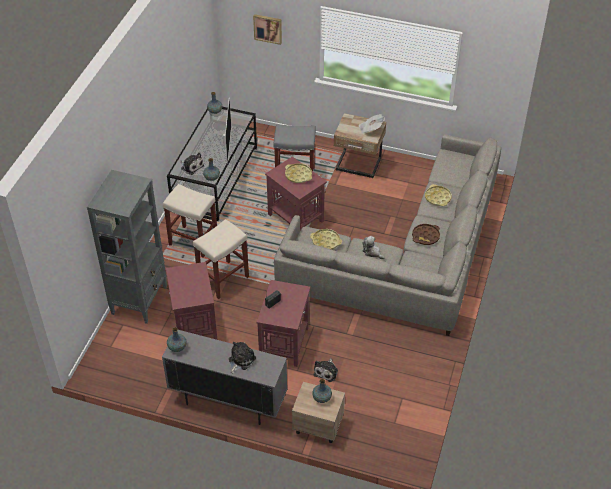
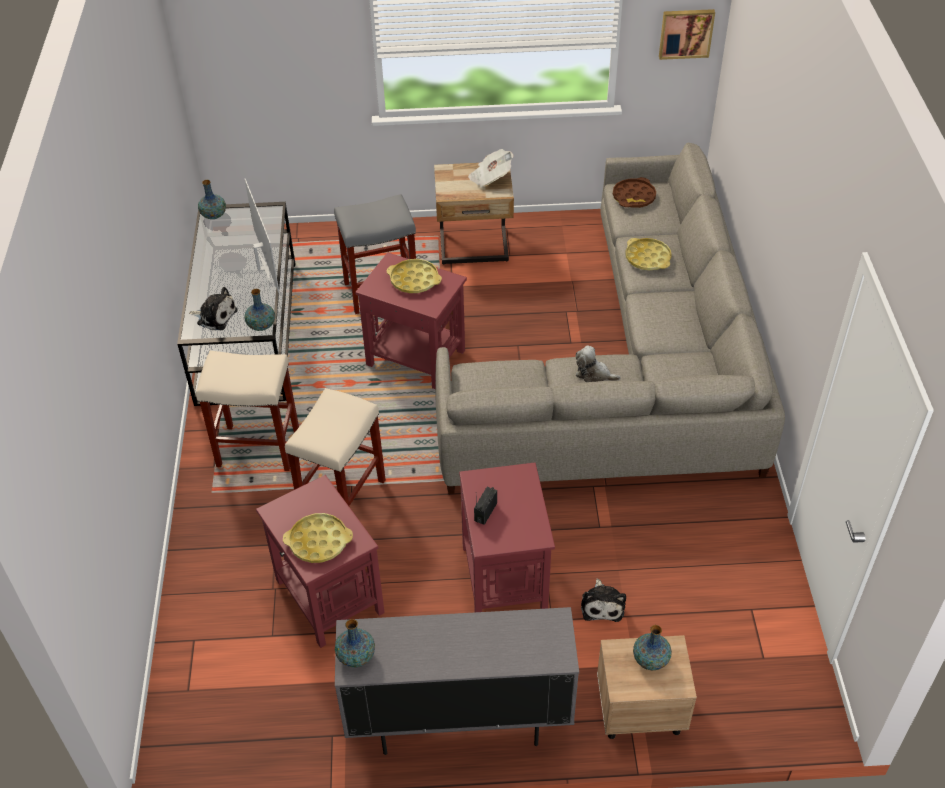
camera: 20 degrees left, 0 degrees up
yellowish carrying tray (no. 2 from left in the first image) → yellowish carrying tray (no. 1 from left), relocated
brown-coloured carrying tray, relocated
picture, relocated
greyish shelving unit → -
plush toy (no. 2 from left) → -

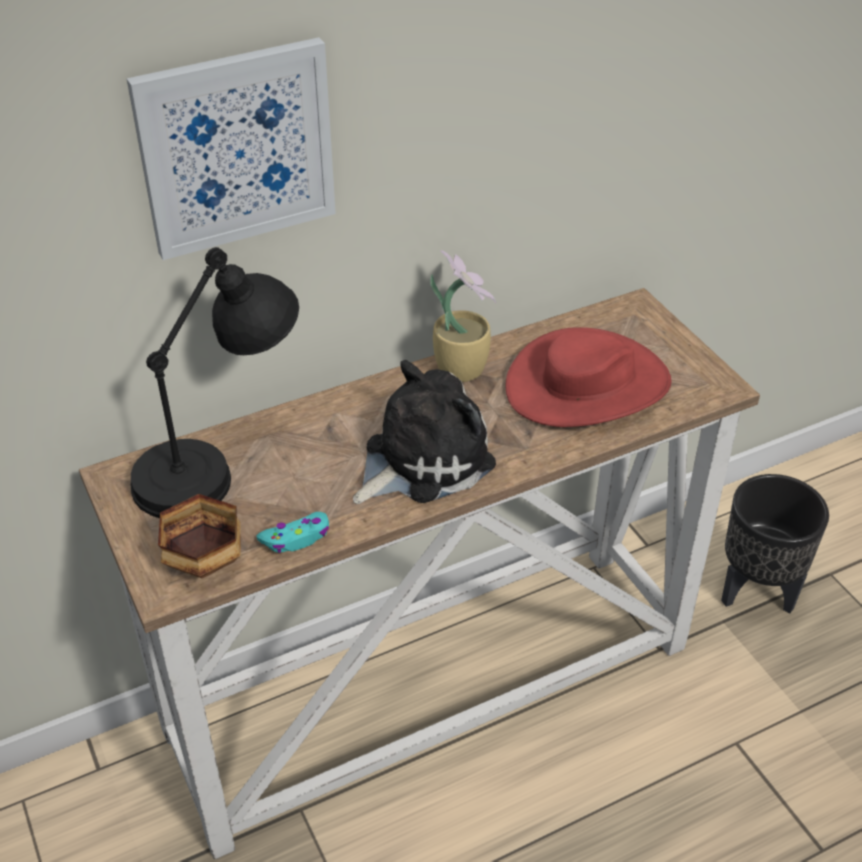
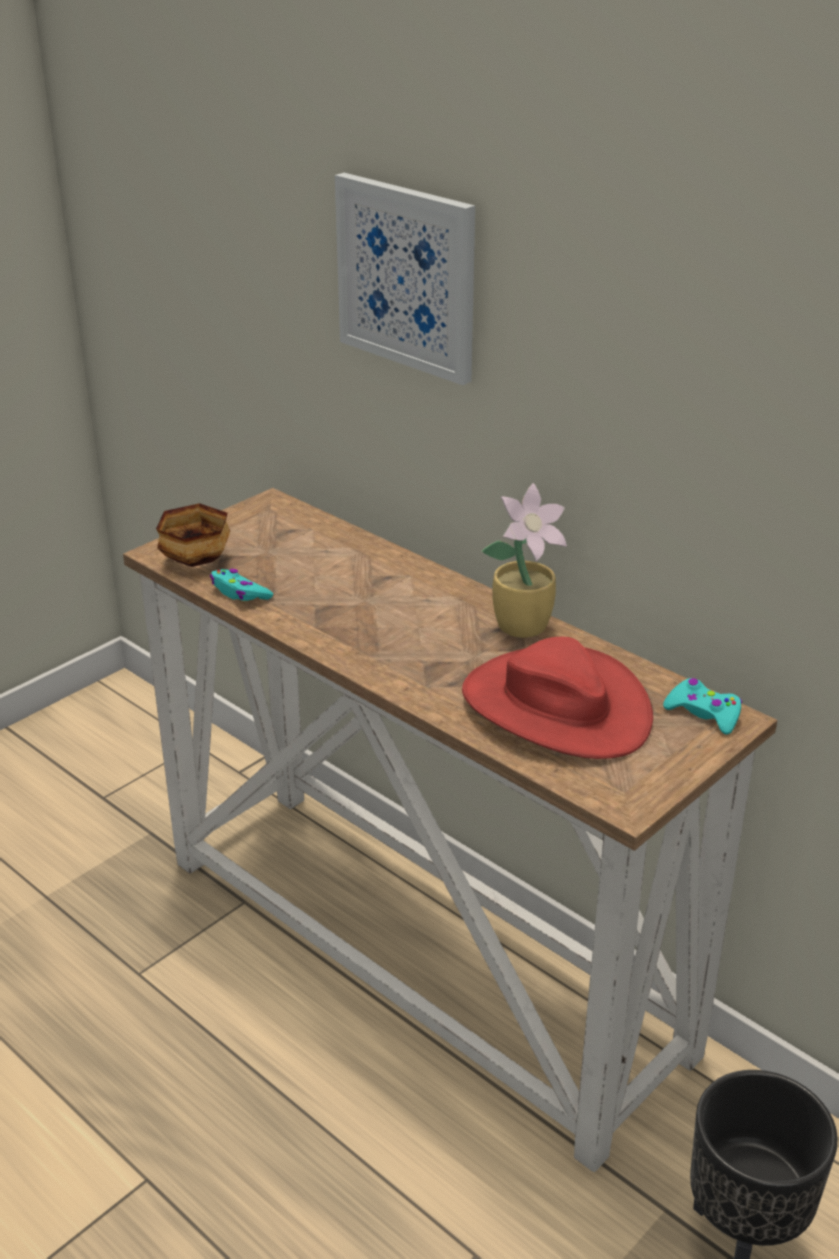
camera: 70 degrees right, 10 degrees down
- → turquoise-coloured gamepad (no. 2 from left)
black table lamp → -
plush toy → -

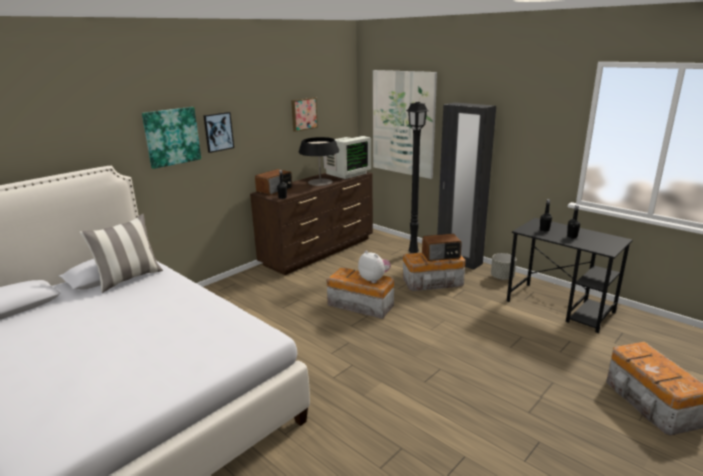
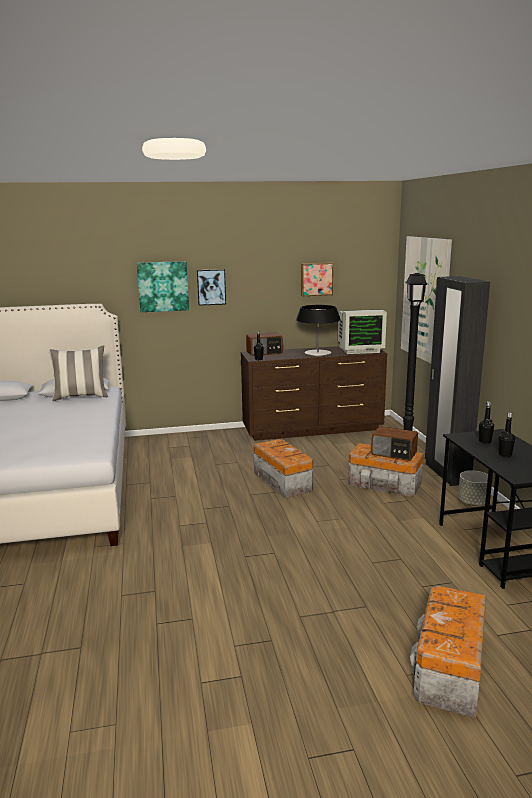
camera: 35 degrees right, 5 degrees down
plush toy → -

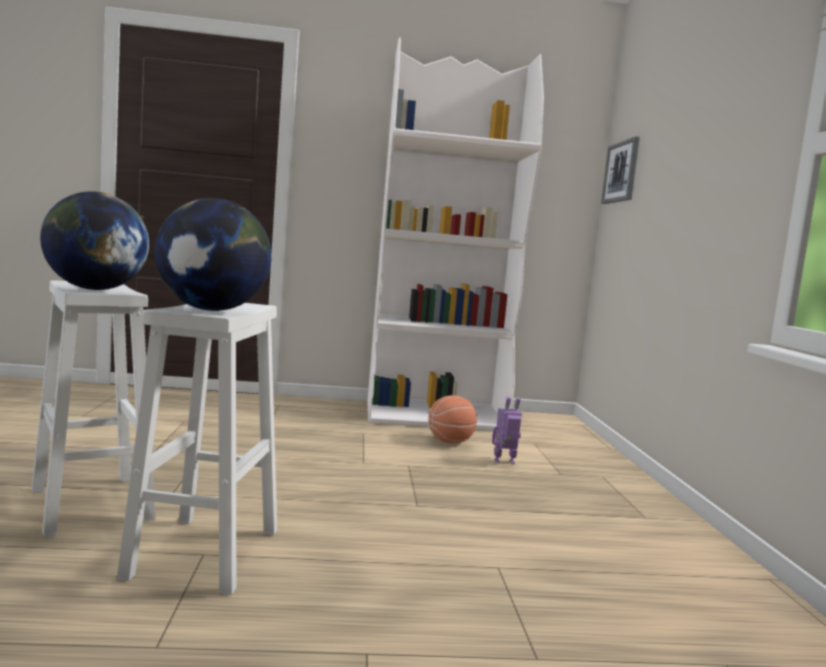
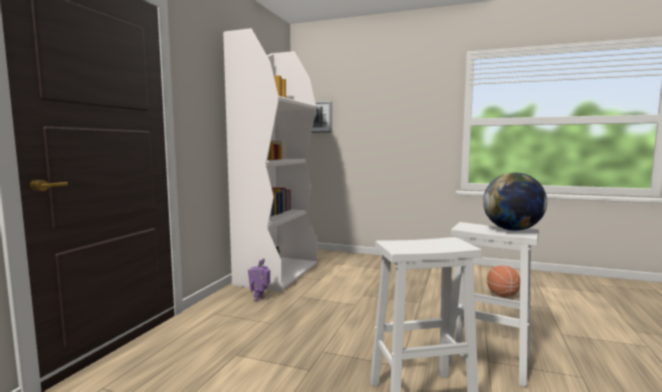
camera: 65 degrees left, 0 degrees up
robot figure, relocated
ball for basketball, relocated
globe (no. 1 from left) → -

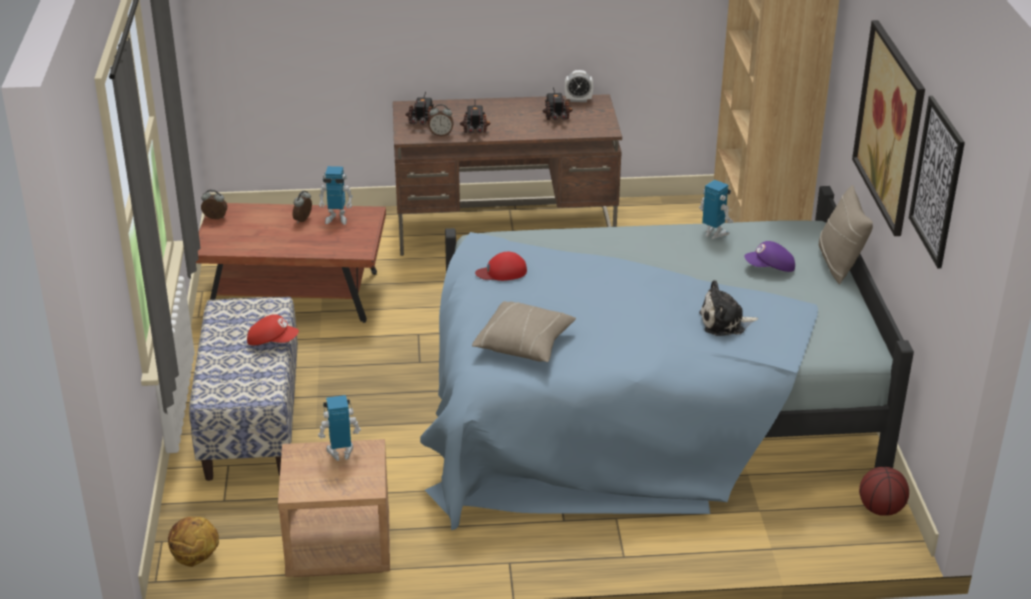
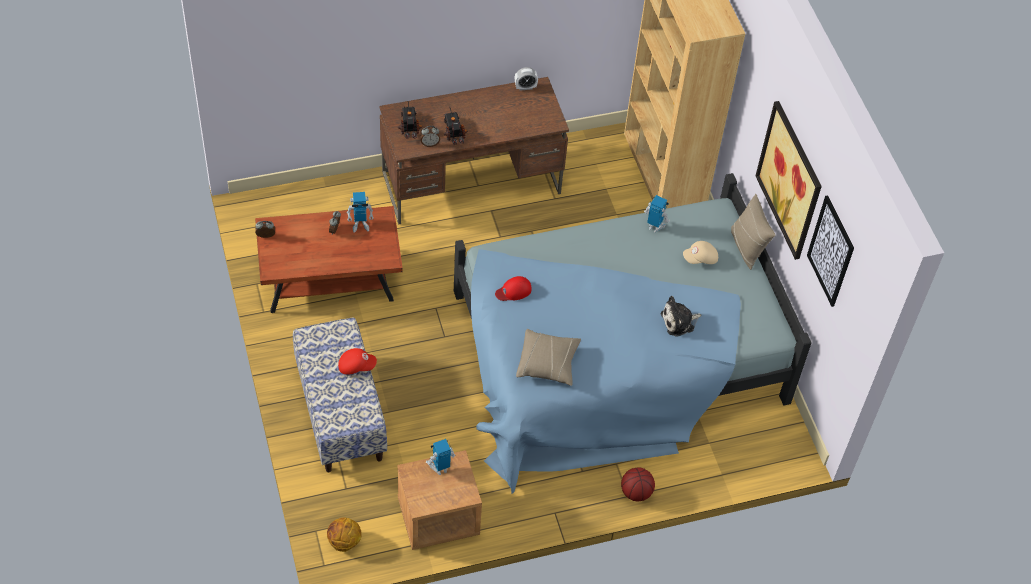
camera: 15 degrees left, 20 degrees up
ball for basketball (no. 2 from left), relocated
purple cap → beige cap
model truck (no. 3 from left) → -

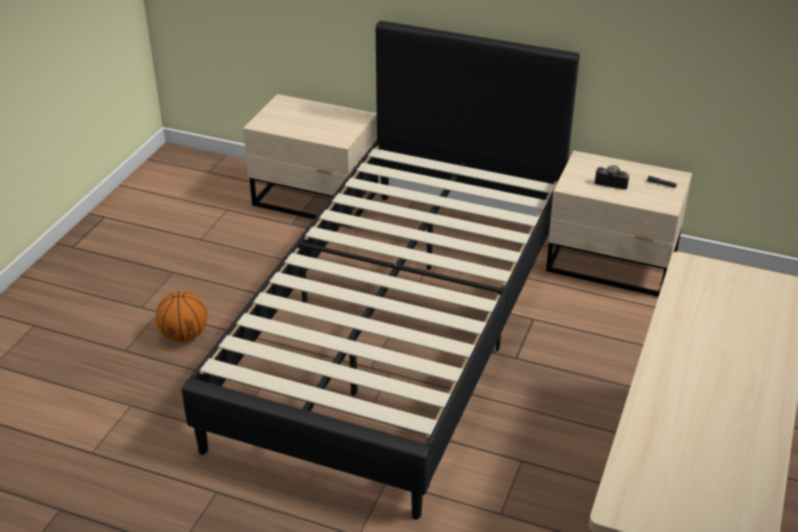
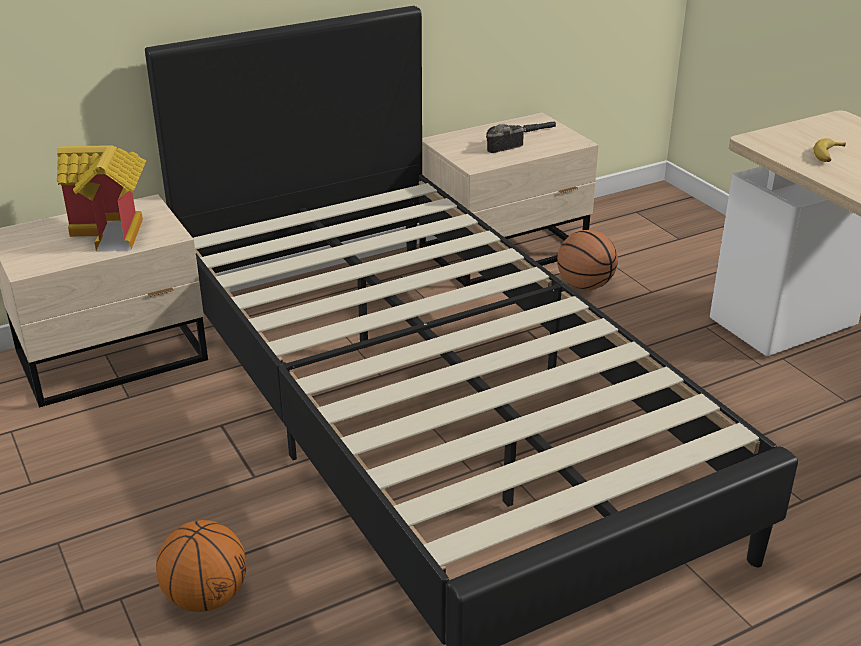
camera: 50 degrees left, 5 degrees down
- → toy house
- → ball for basketball (no. 2 from left)
- → banana

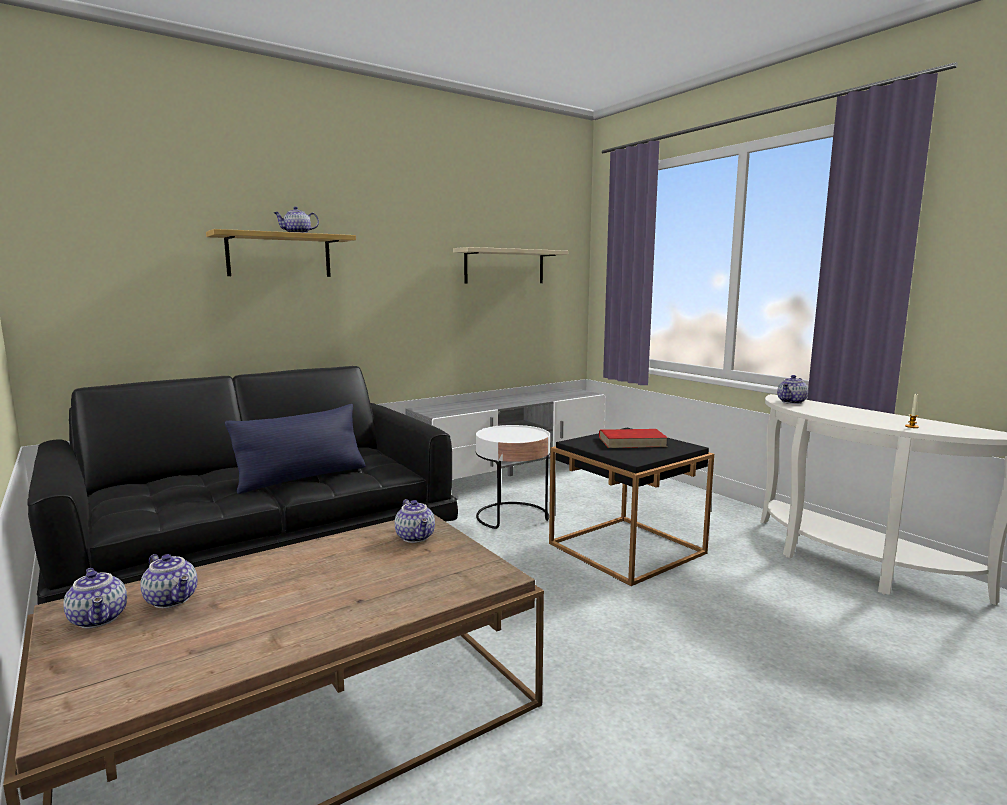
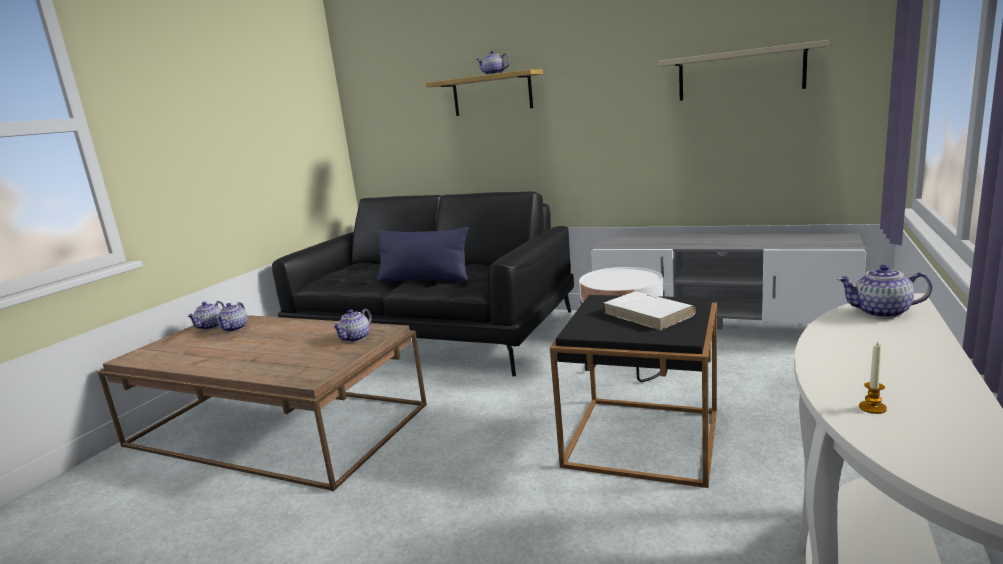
camera: 60 degrees right, 5 degrees up
red-coloured book → white-coloured book

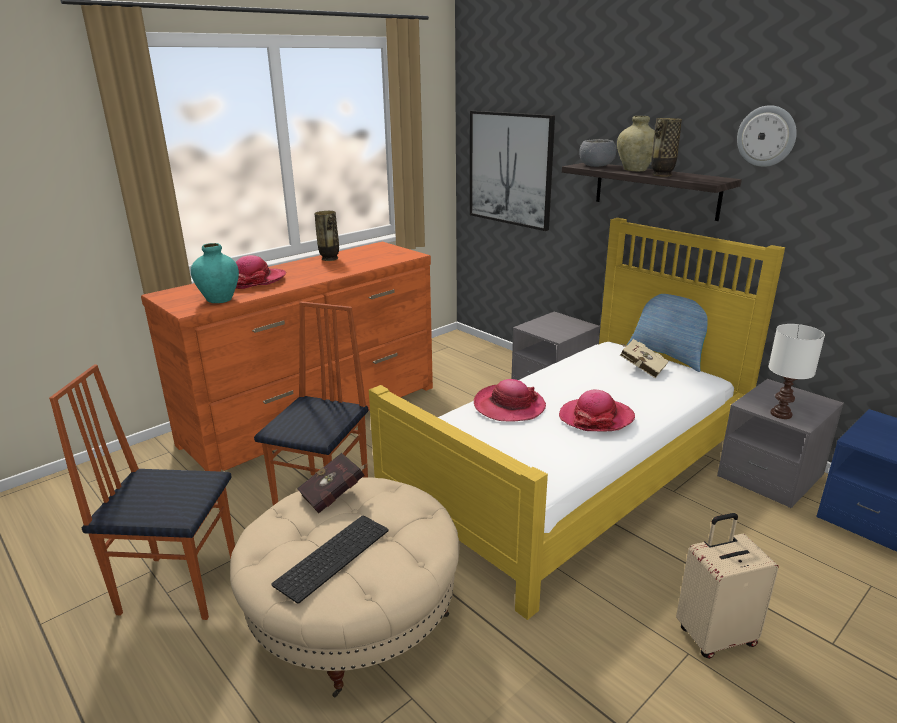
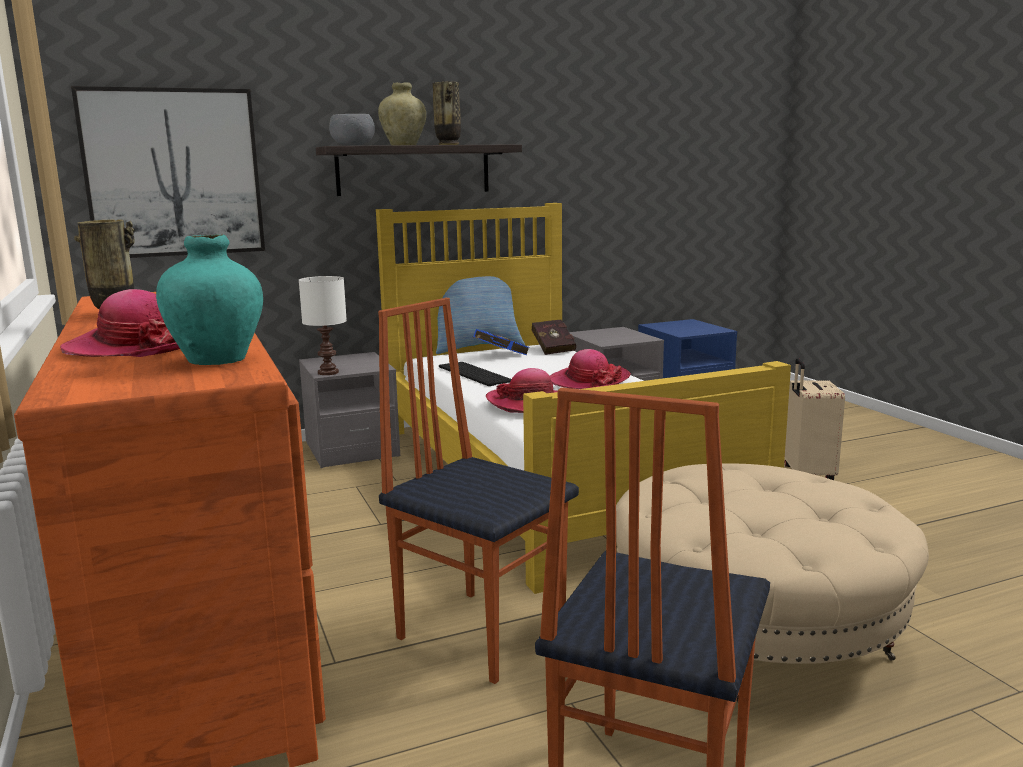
camera: 70 degrees left, 10 degrees down
white-coloured table lamp, relocated
keyboard, relocated
beige book → blue-coloured book
red-coloured book, relocated
hanging clock → -

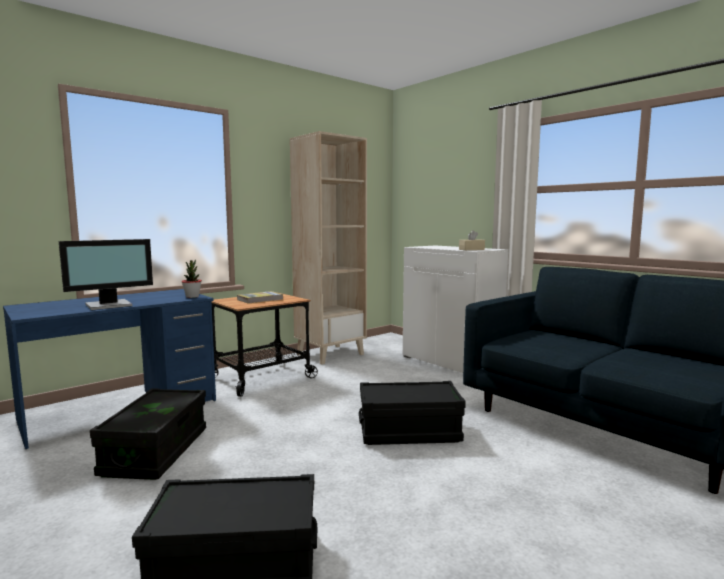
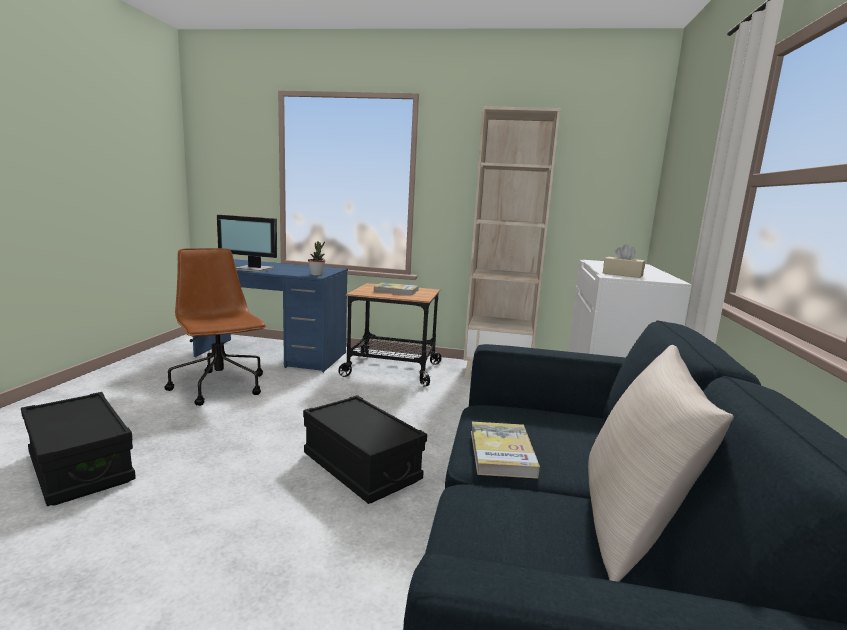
camera: 50 degrees right, 5 degrees up
black storage bin (no. 1 from left) → brown-coloured office chair
- → book (no. 2 from left)
- → beige pillow

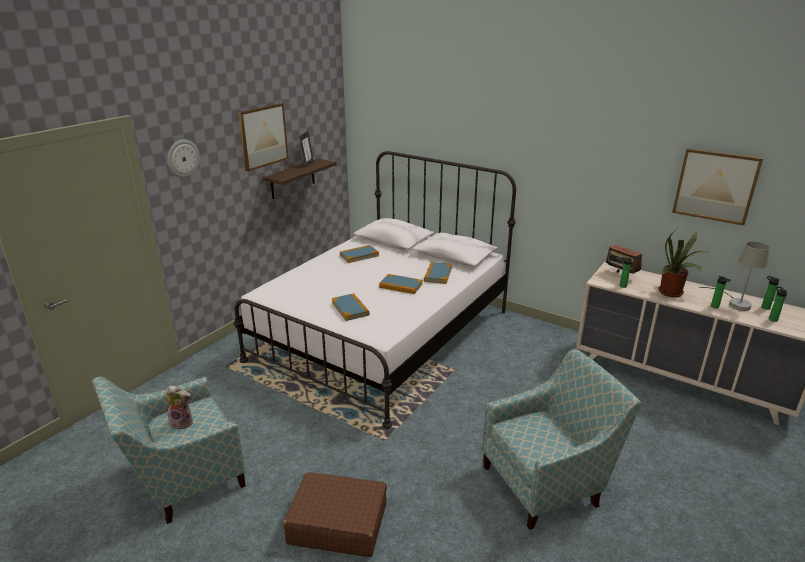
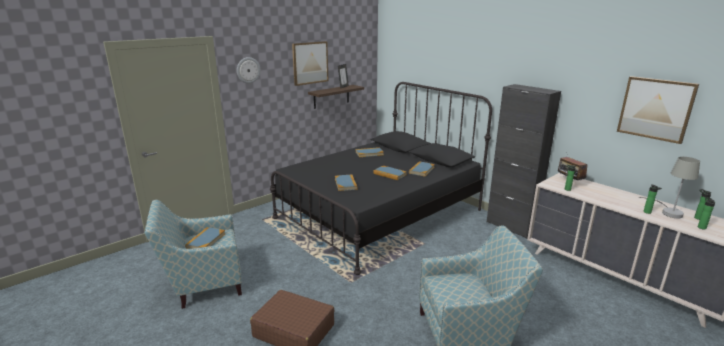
camera: 15 degrees right, 5 degrees down
plush toy → book (no. 1 from left)
white-coloured bedroom bed → black bedroom bed
- → black cupboard
plant in a pot → -

